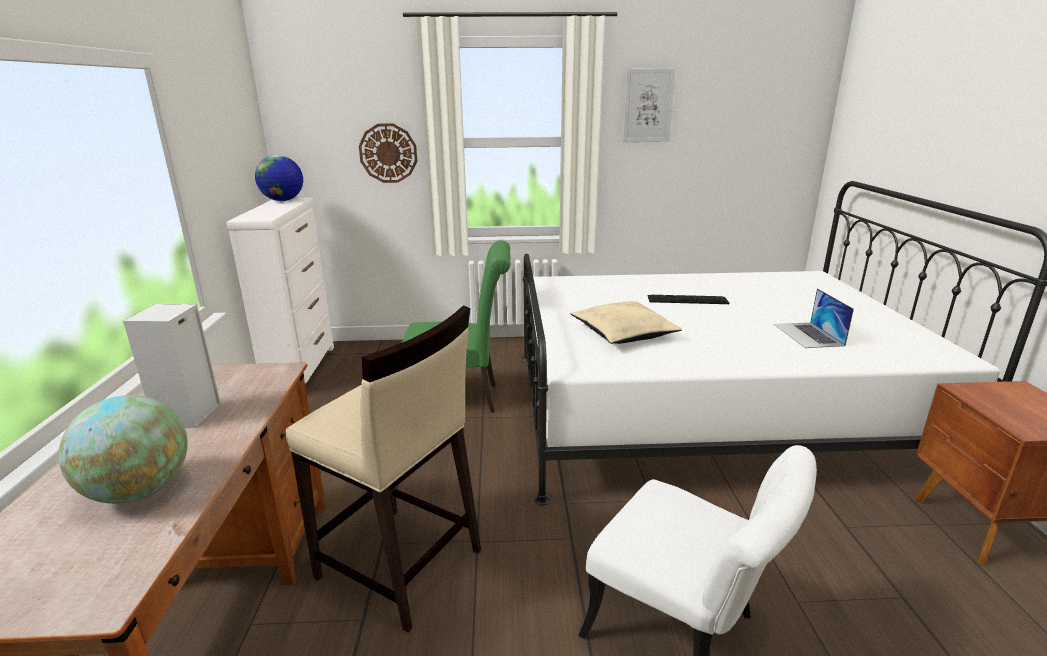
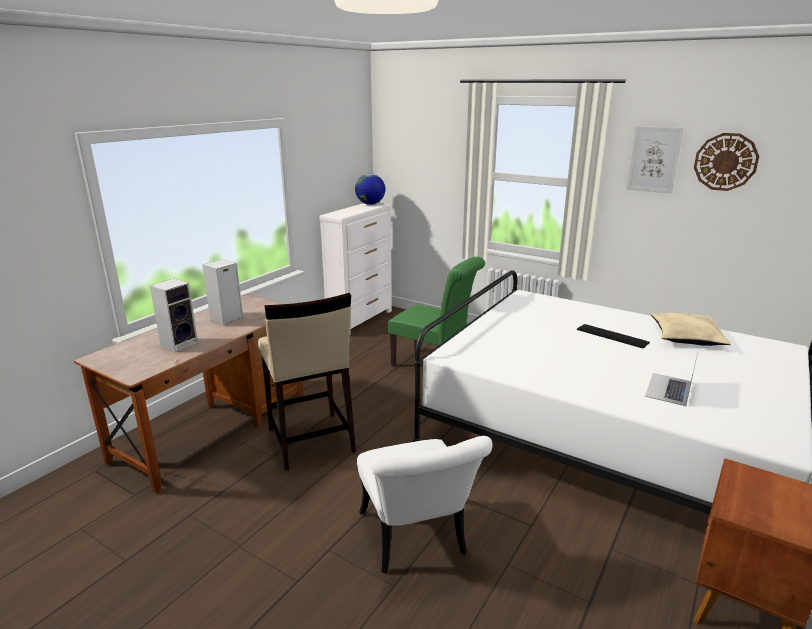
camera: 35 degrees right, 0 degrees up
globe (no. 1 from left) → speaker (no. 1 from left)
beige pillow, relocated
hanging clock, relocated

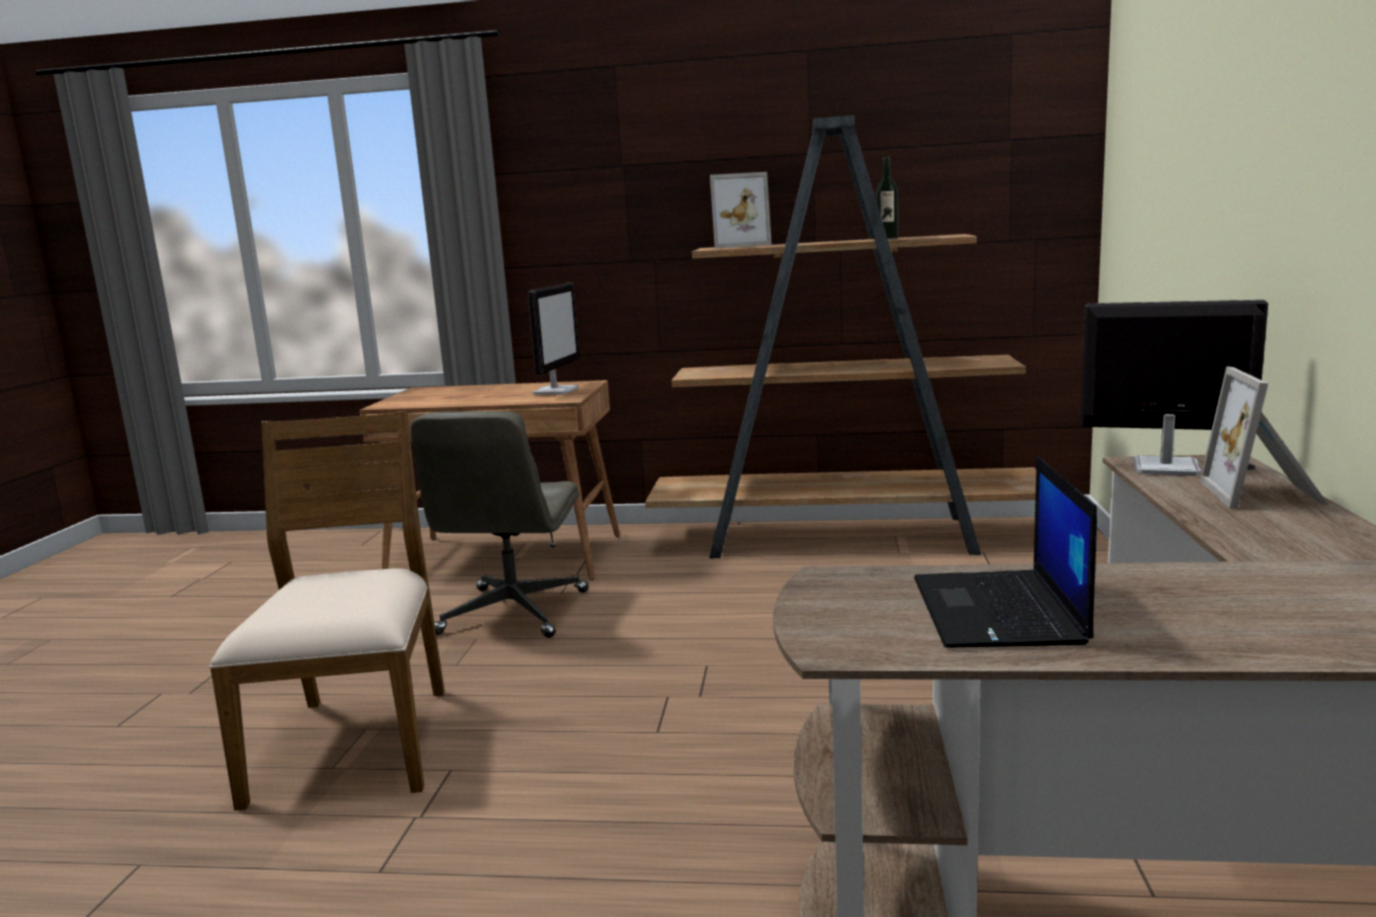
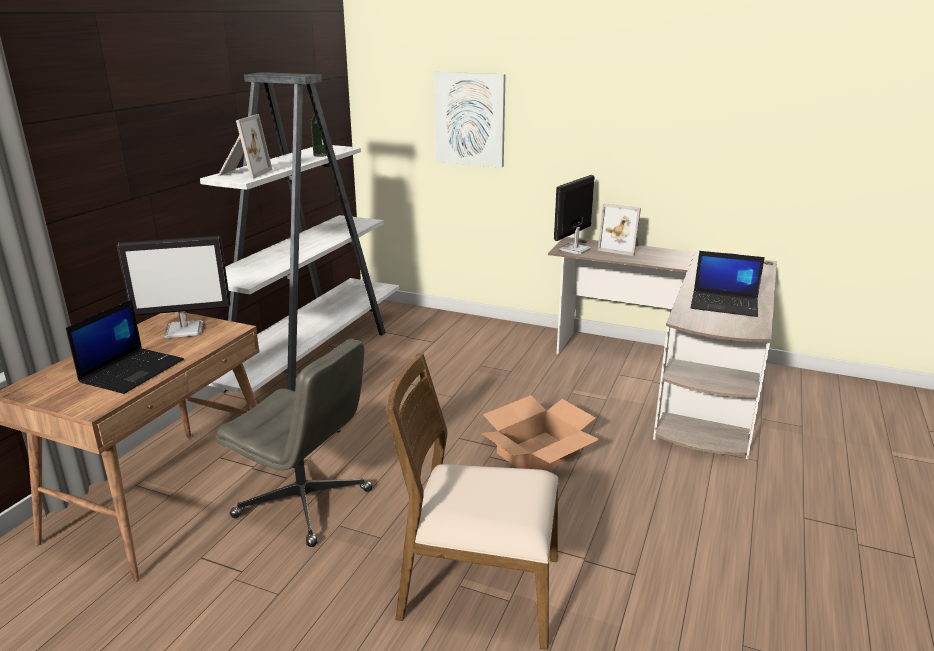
camera: 75 degrees left, 10 degrees up
- → laptop (no. 1 from left)
monitor (no. 1 from left), 135 degrees clockwise
brown-coloured shelving unit → white-coloured shelving unit
- → picture
- → cardboard box

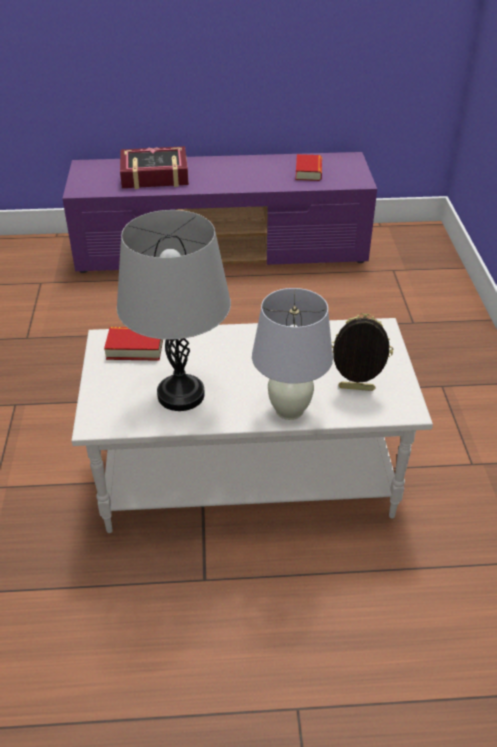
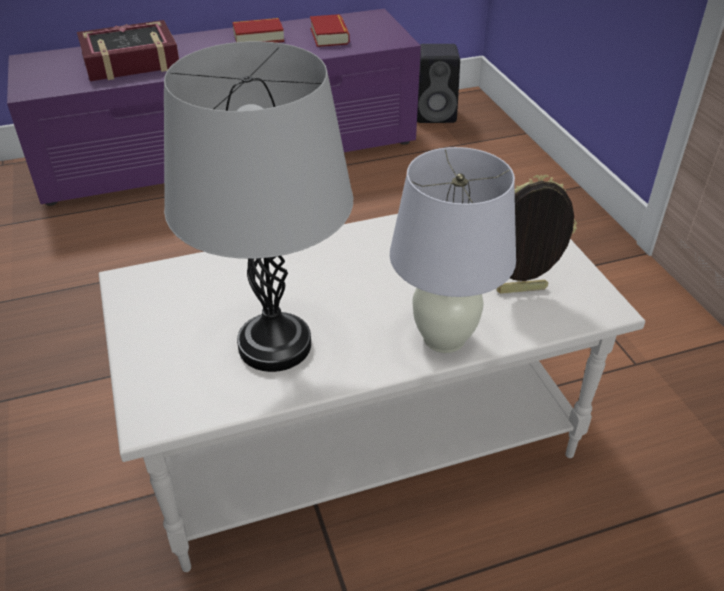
camera: 15 degrees left, 0 degrees up
book (no. 1 from left in the first image) → book (no. 2 from left), relocated
- → black speaker

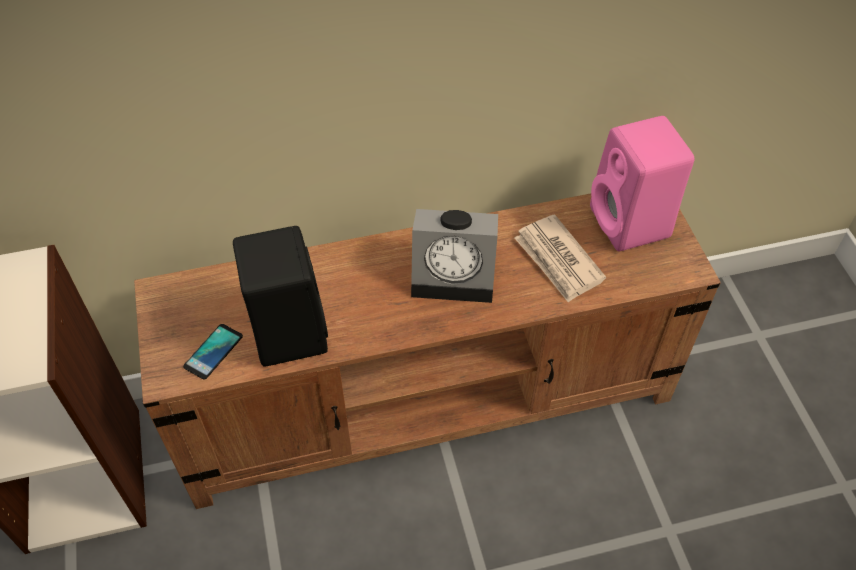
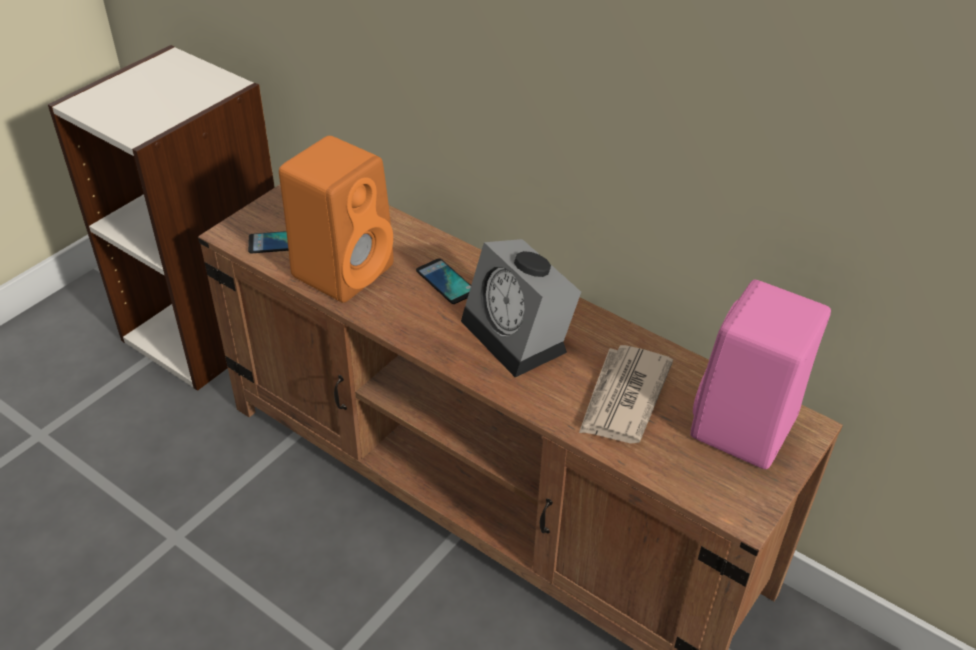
camera: 50 degrees right, 10 degrees down
black speaker → orangey speaker
- → handset (no. 2 from left)

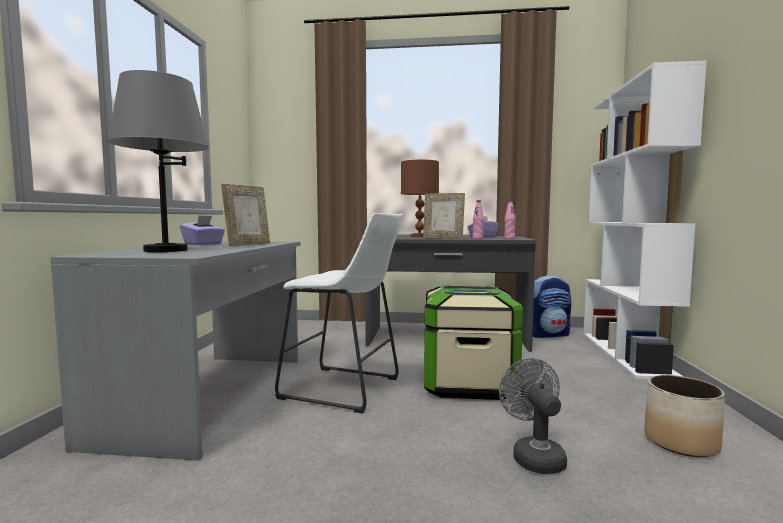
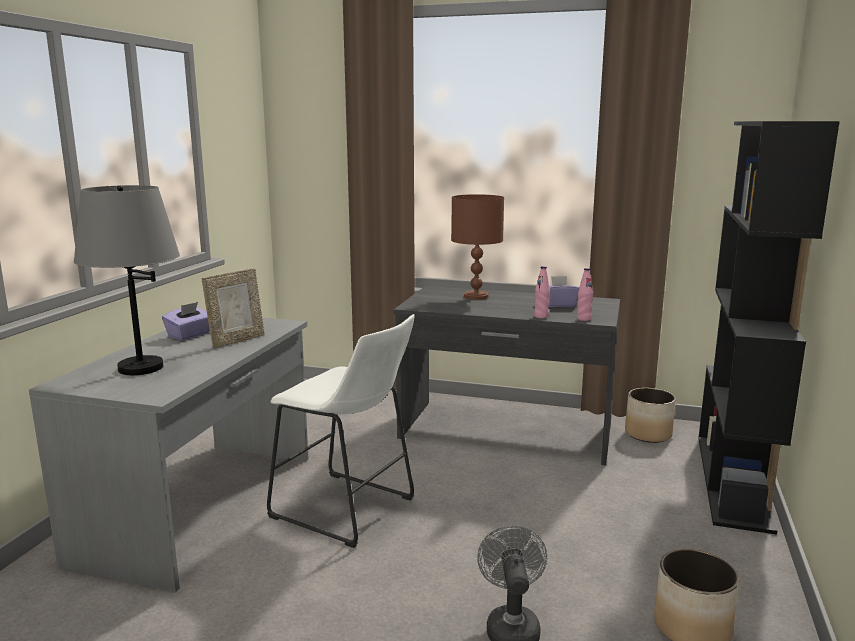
camera: 10 degrees right, 10 degrees up
backpack → planter (no. 1 from left)
white-coloured shelving unit → black shelving unit
picture frame (no. 2 from left) → -
storage bin → -

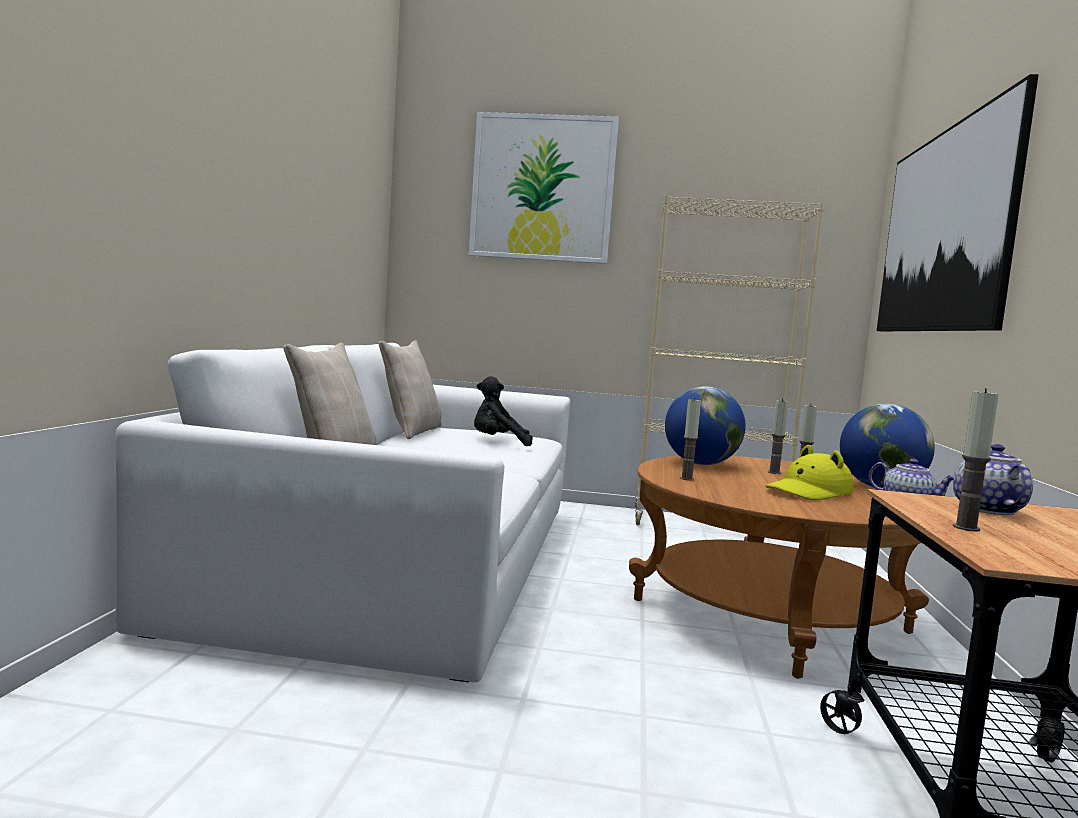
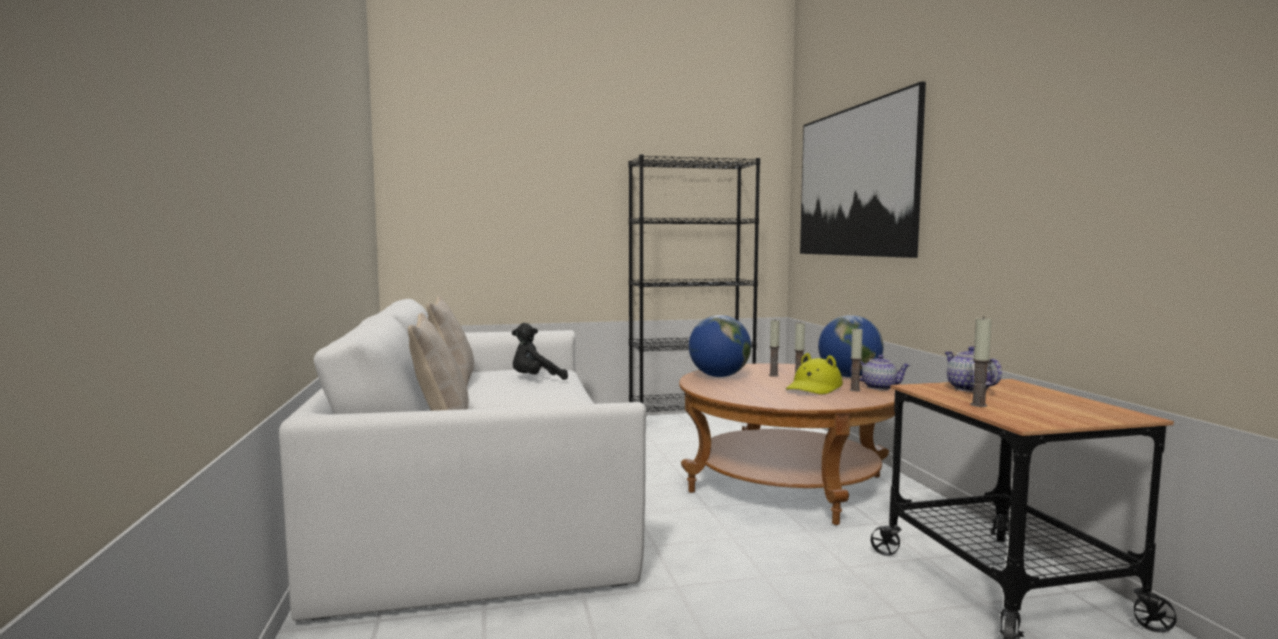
camera: 20 degrees left, 0 degrees up
beige shelving unit → black shelving unit
wax candle (no. 1 from left in the first image) → wax candle (no. 3 from left), relocated
picture (no. 1 from left) → -

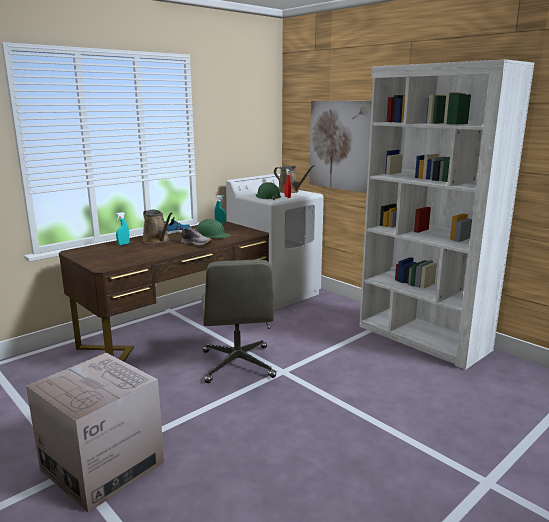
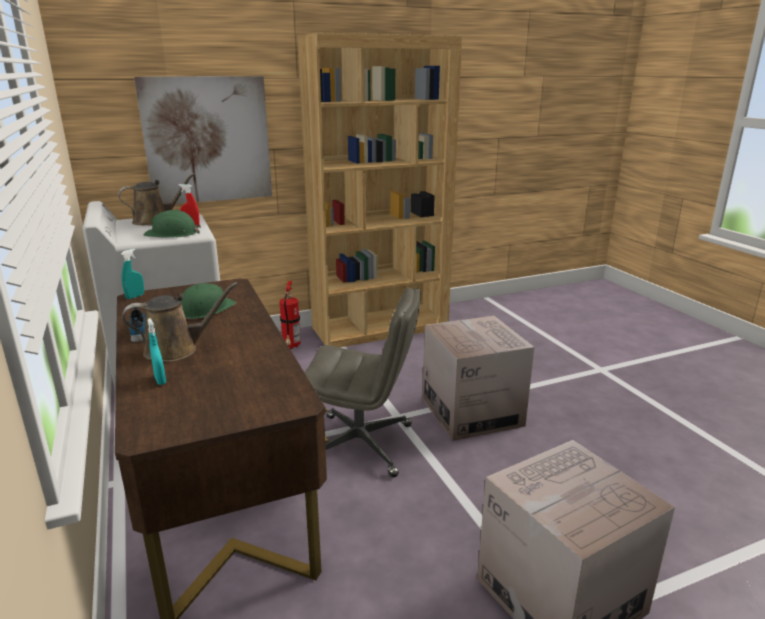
camera: 70 degrees left, 5 degrees up
- → fire-fighting cylinder
white-coloured shelving unit → brown-coloured shelving unit
- → cardboard box (no. 1 from left)
shoe (no. 2 from left) → -

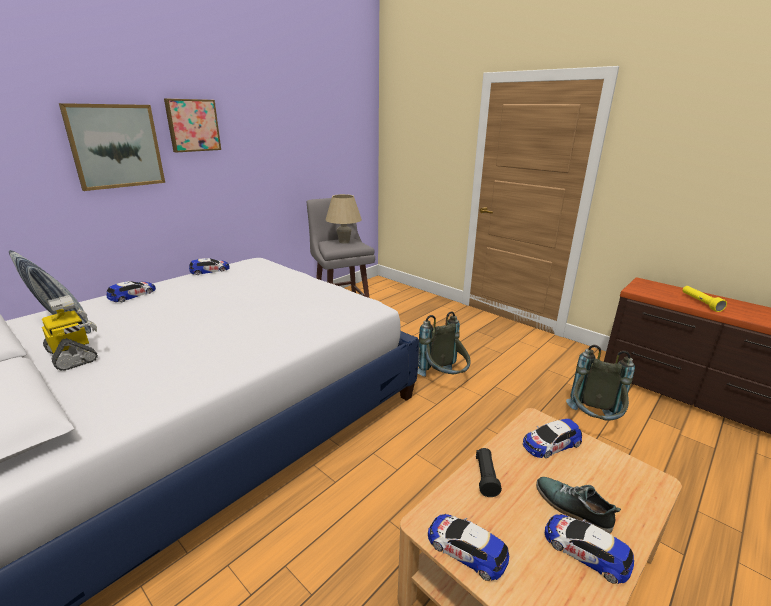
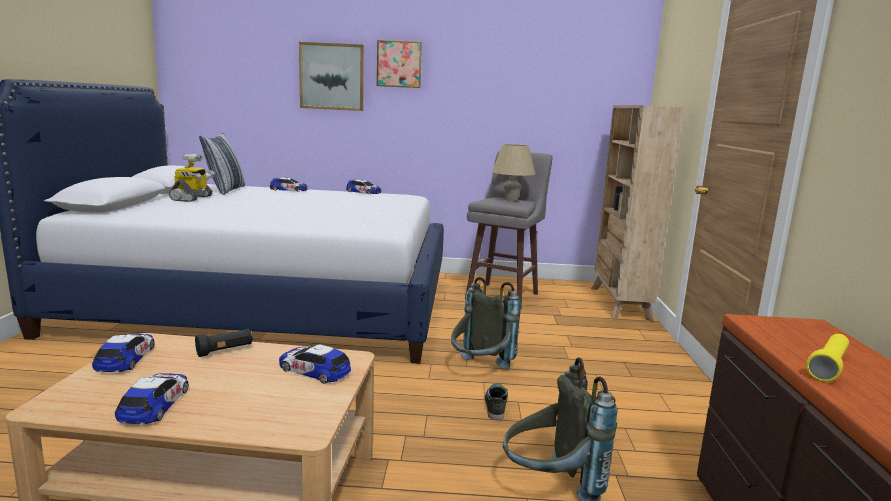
camera: 50 degrees right, 10 degrees down
shoe, relocated
- → beige shelving unit

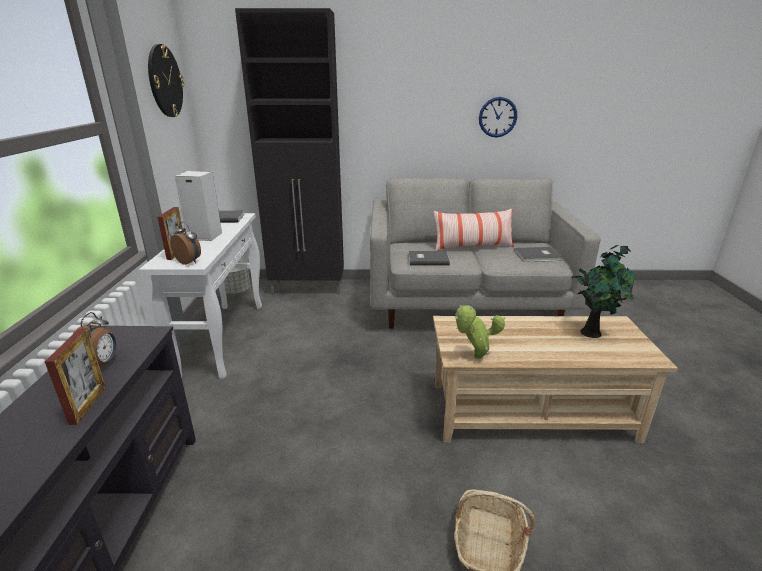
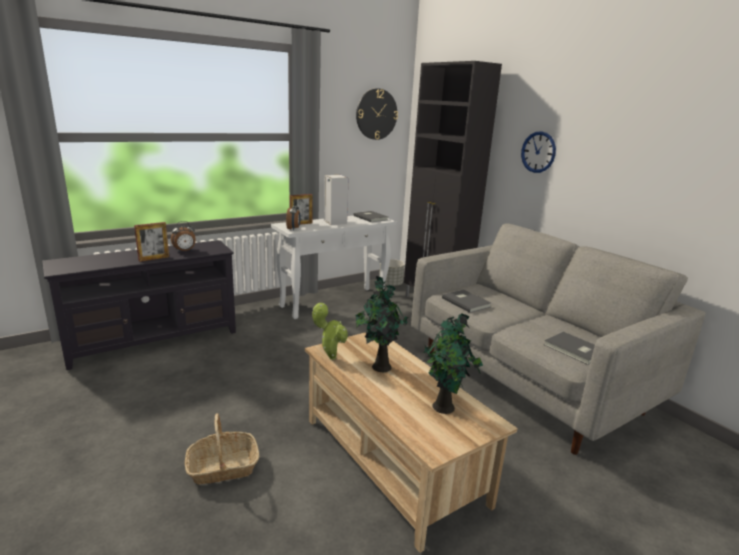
camera: 55 degrees right, 5 degrees down
- → plant in a pot (no. 2 from left)
hanging clock (no. 2 from left), relocated
pillow → -

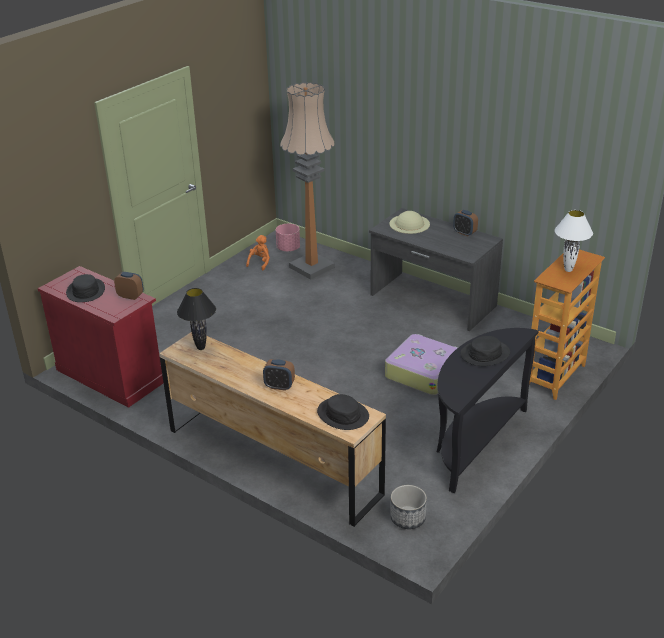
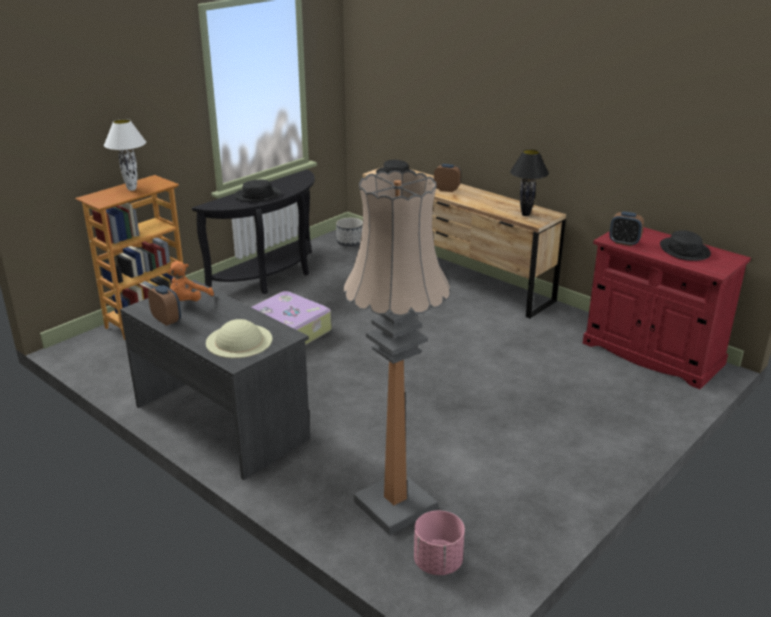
camera: 175 degrees left, 5 degrees down
orangey plush toy, relocated

